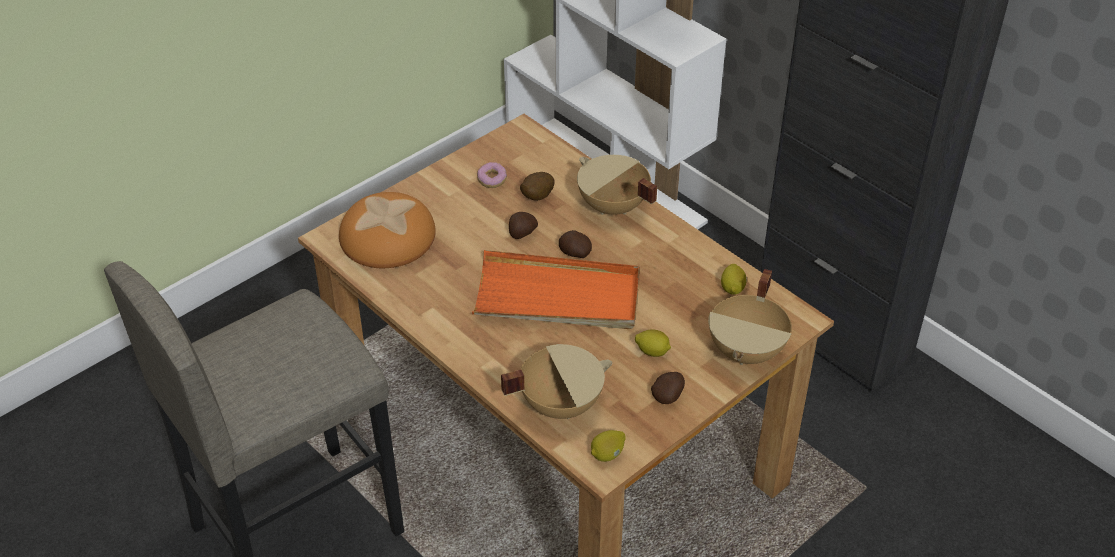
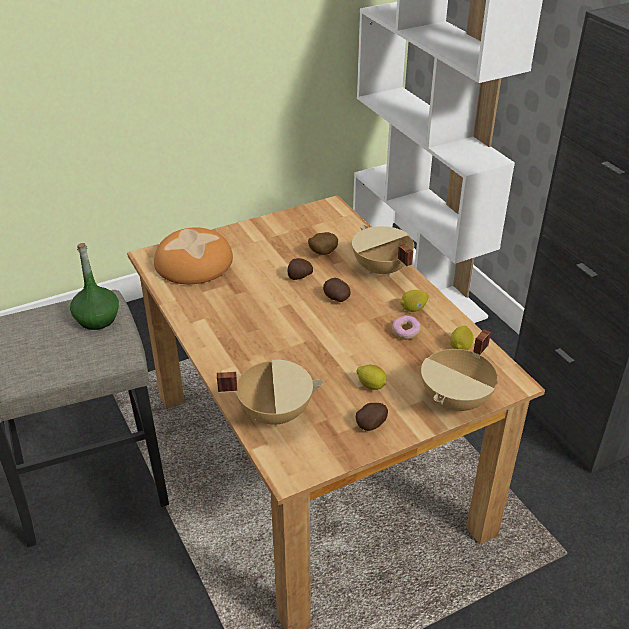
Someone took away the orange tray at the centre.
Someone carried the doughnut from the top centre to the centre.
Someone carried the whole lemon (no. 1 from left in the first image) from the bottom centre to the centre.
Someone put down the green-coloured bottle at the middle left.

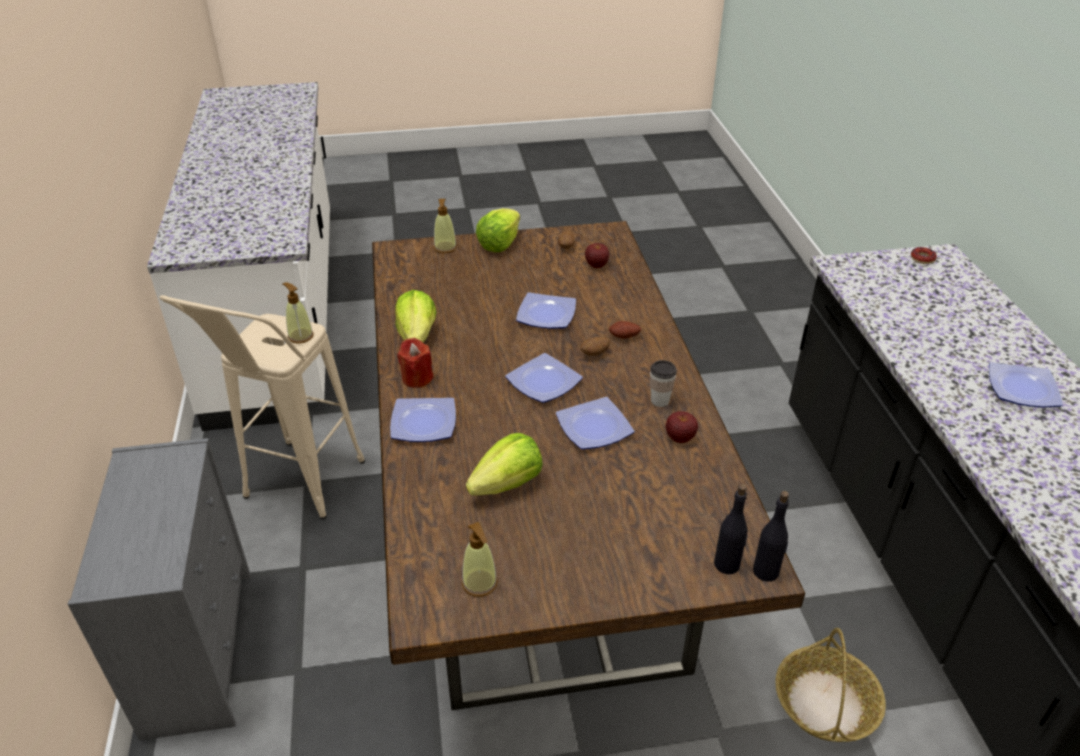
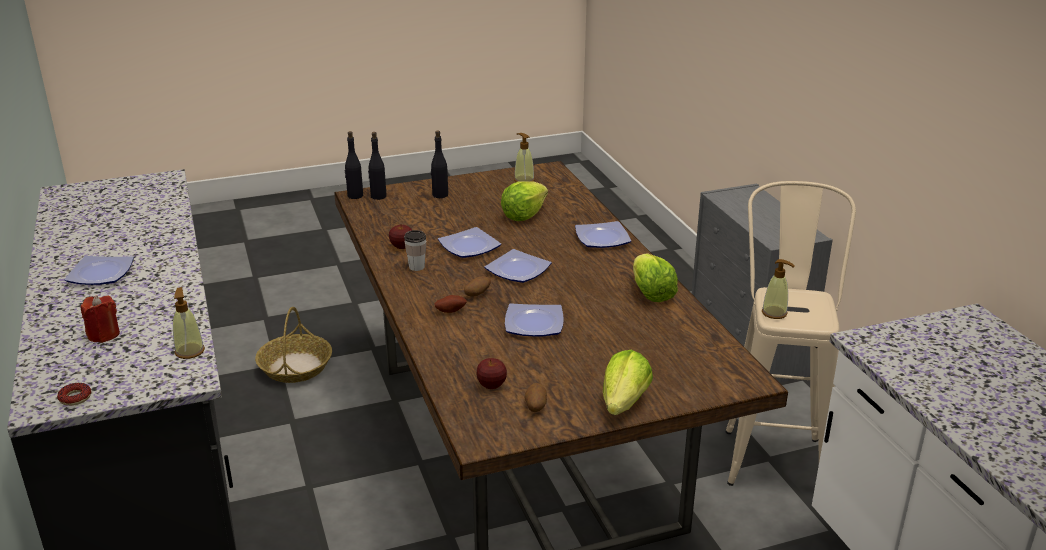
Someone carried the red-coloured candle from the centre to the middle left.
Someone carried the liquid soap bottle (no. 2 from left in the first image) from the top centre to the middle left.
Someone put down the black-coloured bottle (no. 3 from left) at the top centre.

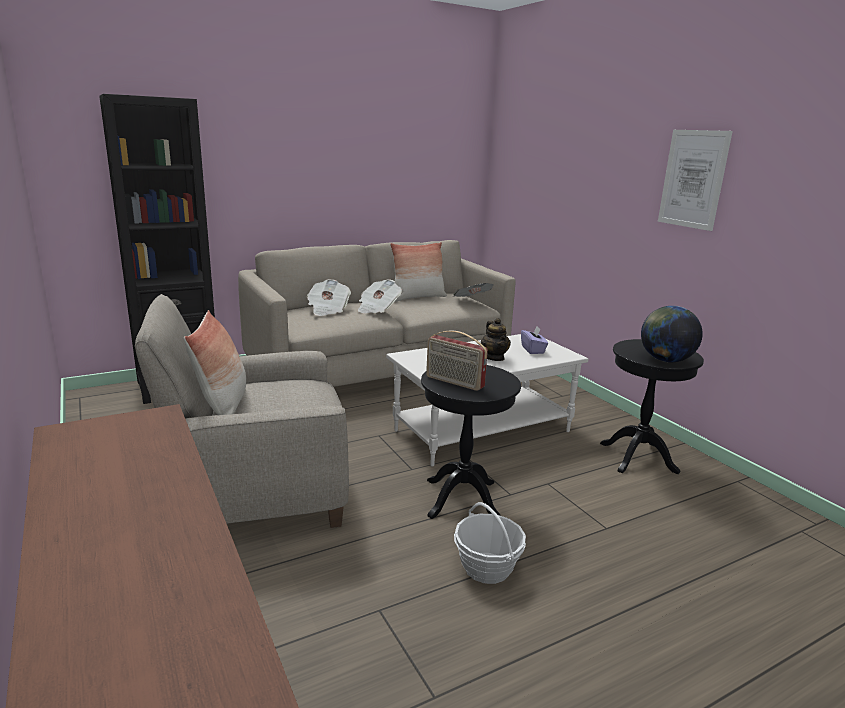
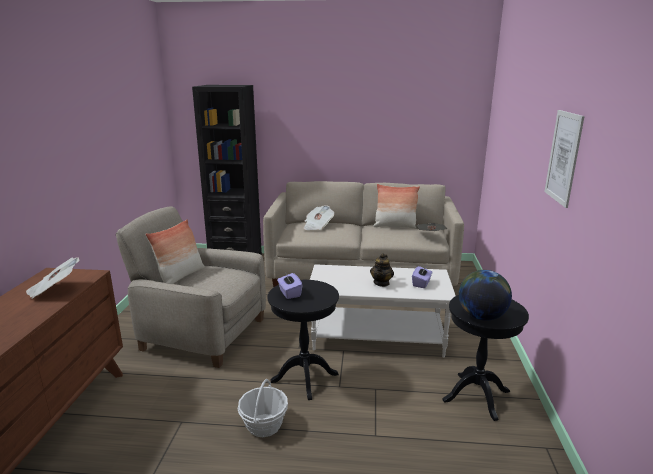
Someone carried the printed paper (no. 2 from left in the first image) from the centre to the middle left.
Someone swapped the radio receiver at the centre for the purple tissue holder (no. 1 from left) at the centre.

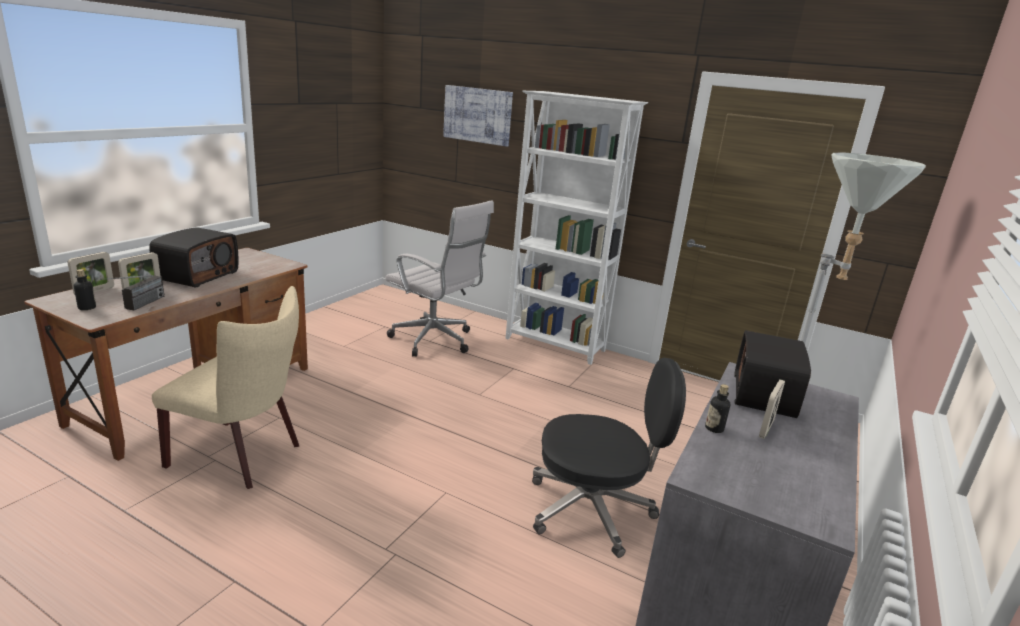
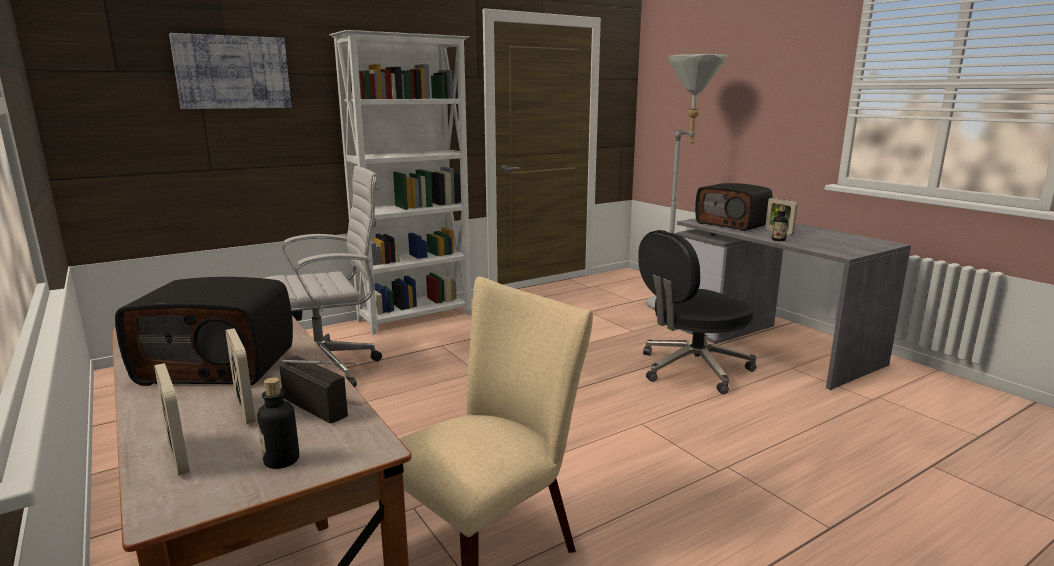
Someone rotated the radio receiver (no. 2 from left in the first image) at the middle left by 135 degrees clockwise.
Someone rotated the black-coloured desk chair at the bottom centre by 150 degrees counterclockwise.

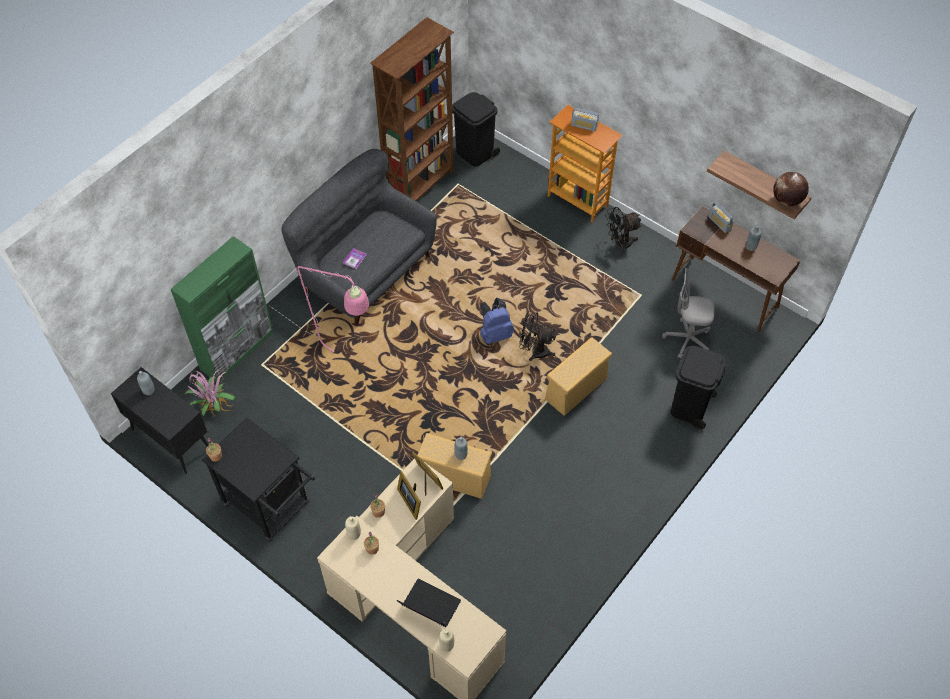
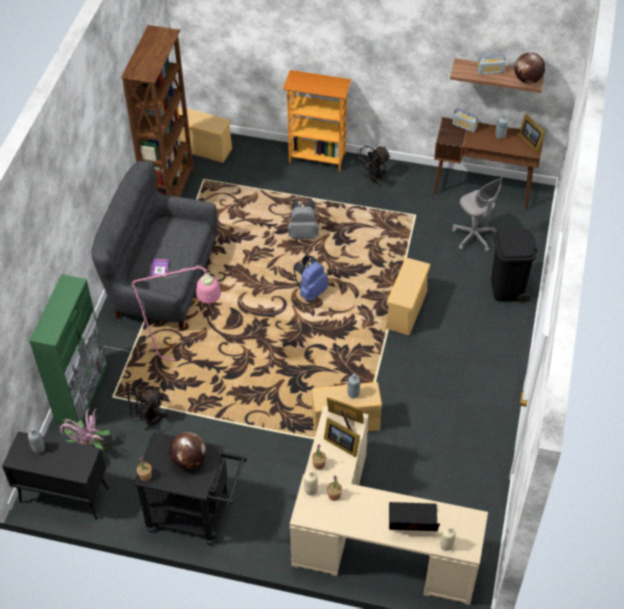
Someone swapped the black-coloured trash can (no. 1 from left) at the top centre for the beige storage bin (no. 1 from left) at the top left.
Someone carried the black-coloured cooling fan (no. 1 from left) from the centre to the middle left.
Someone carried the radio receiver (no. 1 from left in the first image) from the top centre to the top right.
Someone rotated the greyish desk chair at the middle right by 105 degrees counterclockwise.
Someone put down the world globe (no. 1 from left) at the bottom left.
Someone put down the greyish backpack at the centre.
Someone put down the picture frame (no. 3 from left) at the top right.

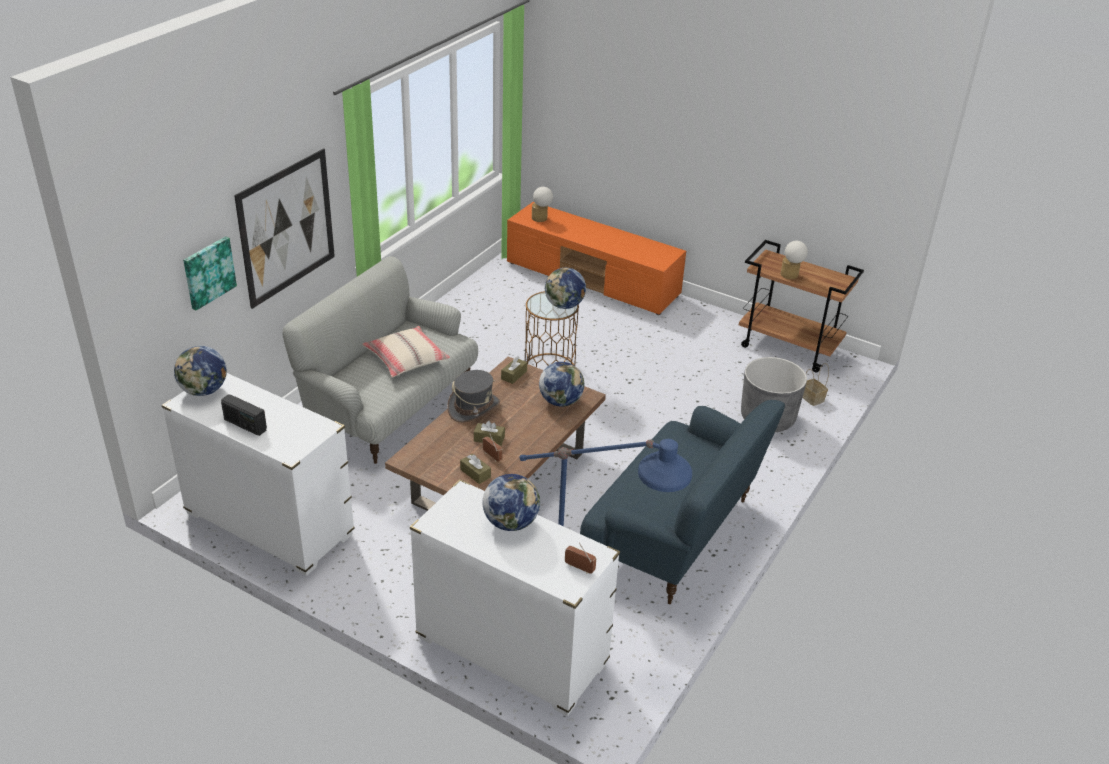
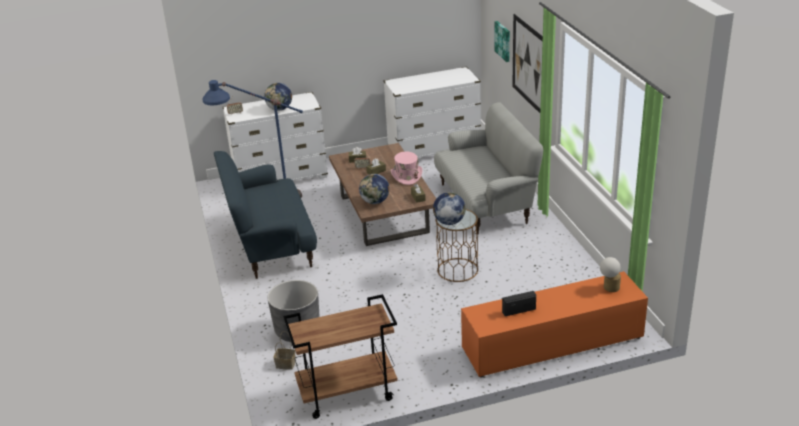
Someone took away the world globe (no. 1 from left) at the middle left.
Someone carried the radio receiver (no. 1 from left in the first image) from the middle left to the bottom centre.
Someone took away the beige pillow at the centre.
Someone repainted the greyish clothing hat at the centre, which became the pinkish clothing hat at the centre.
Someone took away the table lamp (no. 2 from left) at the middle right.

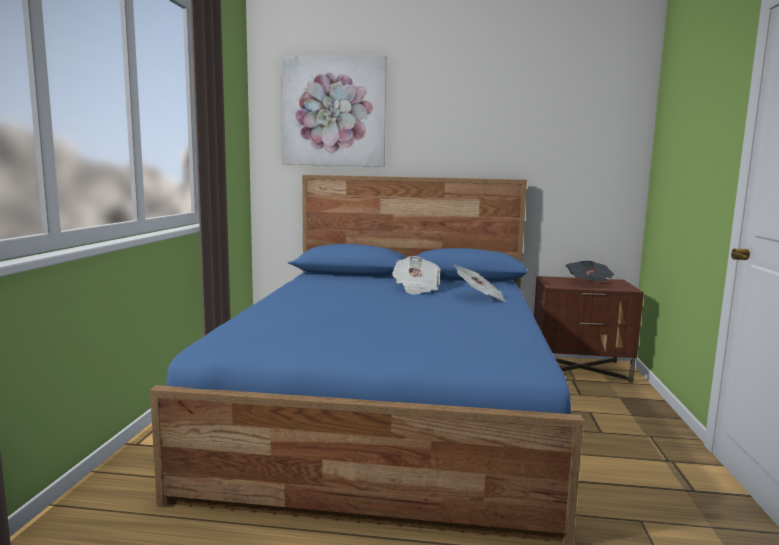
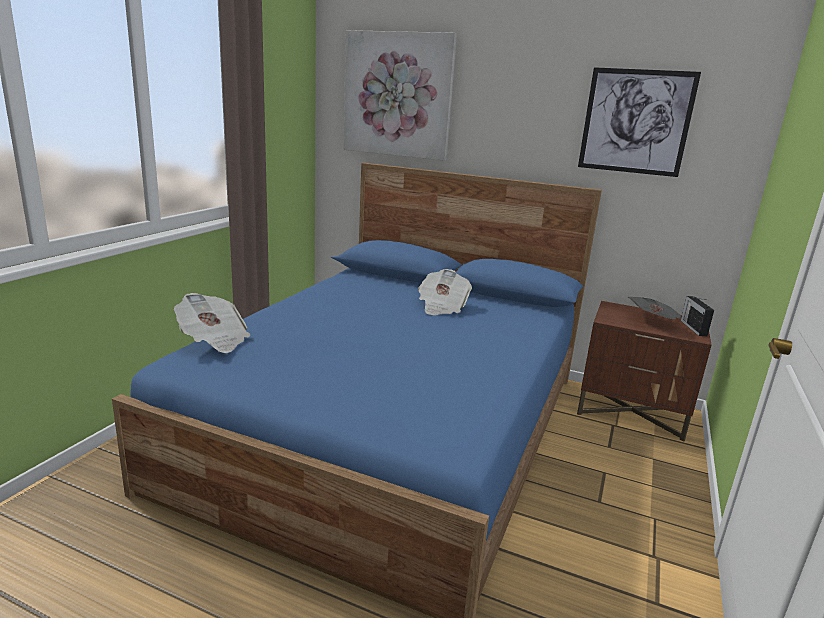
Someone carried the printed paper (no. 2 from left in the first image) from the centre to the middle left.
Someone put up the wall picture (no. 2 from left) at the top right.
Someone put down the radio receiver at the middle right.

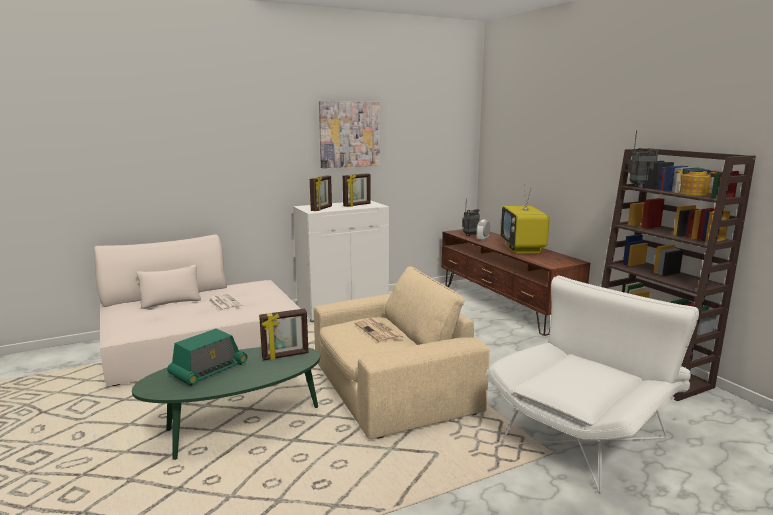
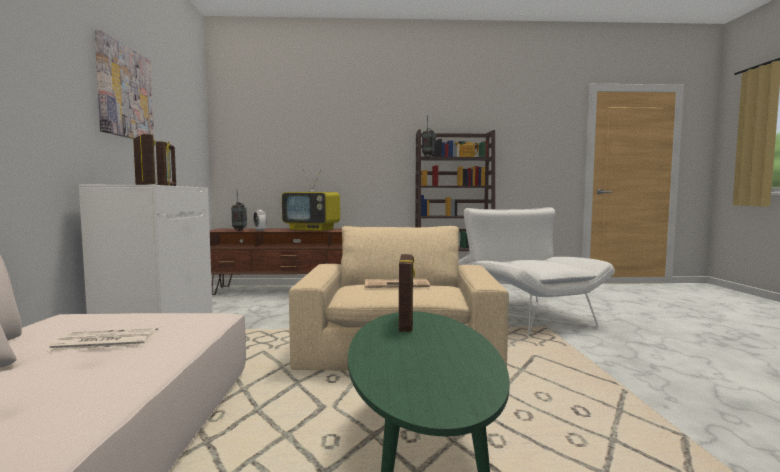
Someone took away the radio receiver (no. 1 from left) at the bottom left.

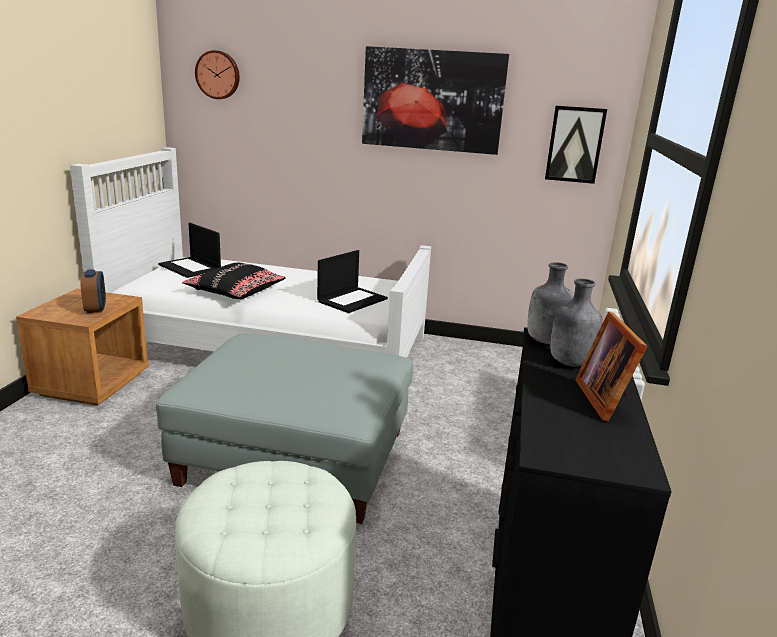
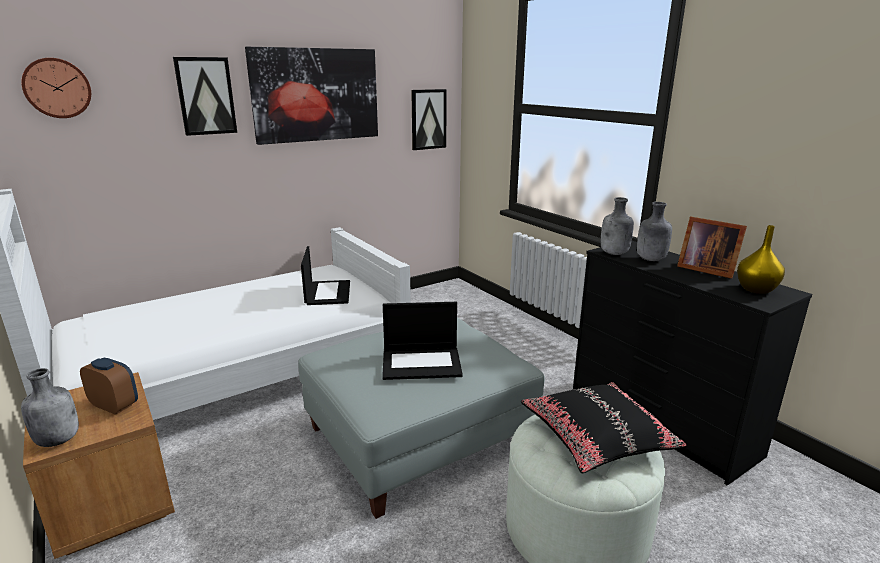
Someone carried the portable computer (no. 1 from left in the first image) from the middle left to the centre.
Someone carried the black-coloured pillow from the middle left to the bottom right.
Someone put down the greyish bottle (no. 1 from left) at the bottom left.
Someone put up the wall picture (no. 1 from left) at the top left.
Someone put down the yellow vase at the middle right.

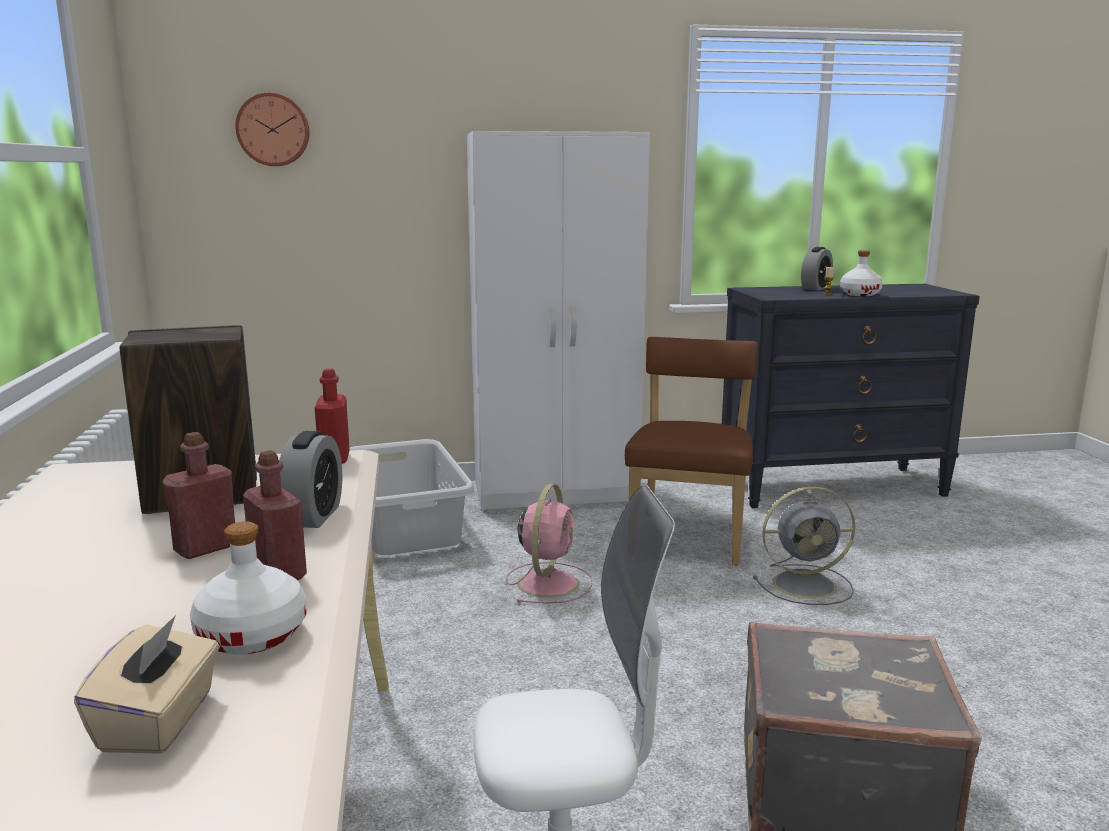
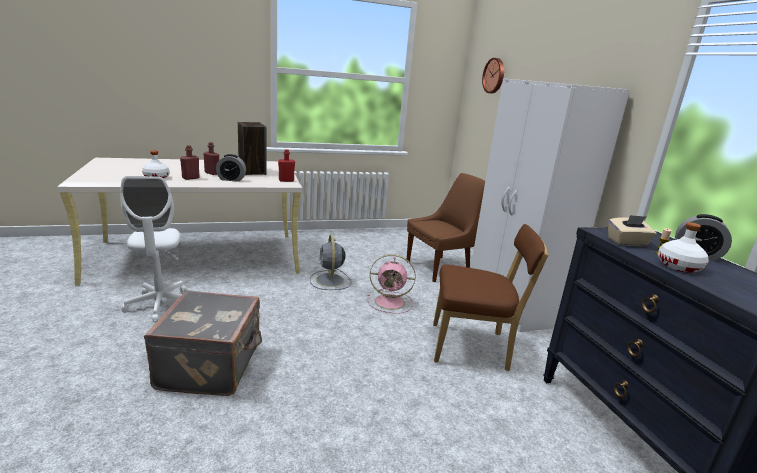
Someone carried the beige tissue holder from the bottom left to the middle right.
Someone swapped the greyish washing basket at the centre for the brown plain chair (no. 1 from left) at the centre.
Someone carried the greyish cooling fan from the middle right to the centre.

